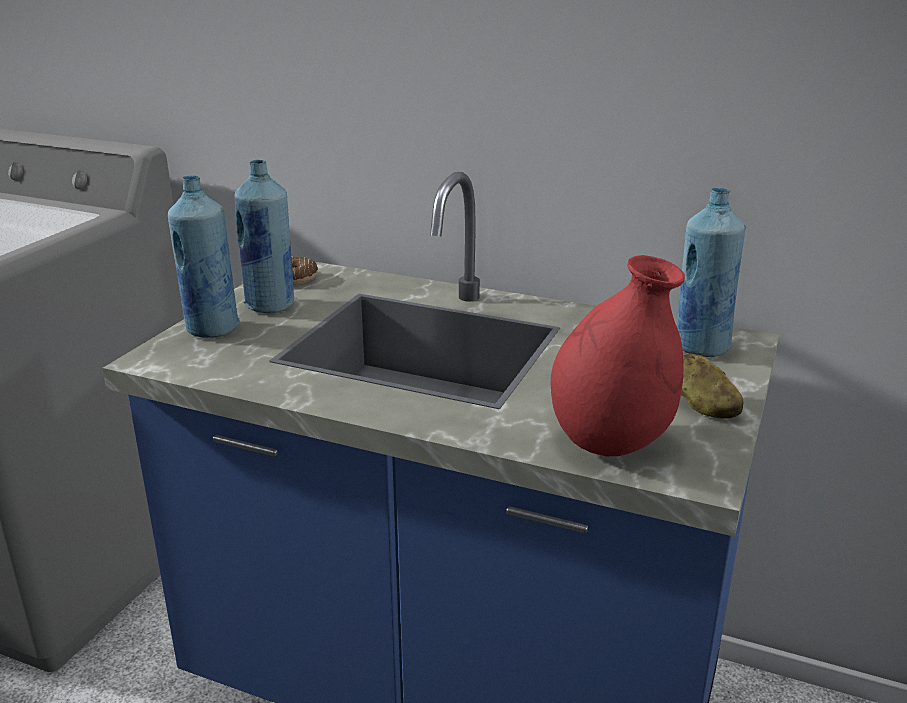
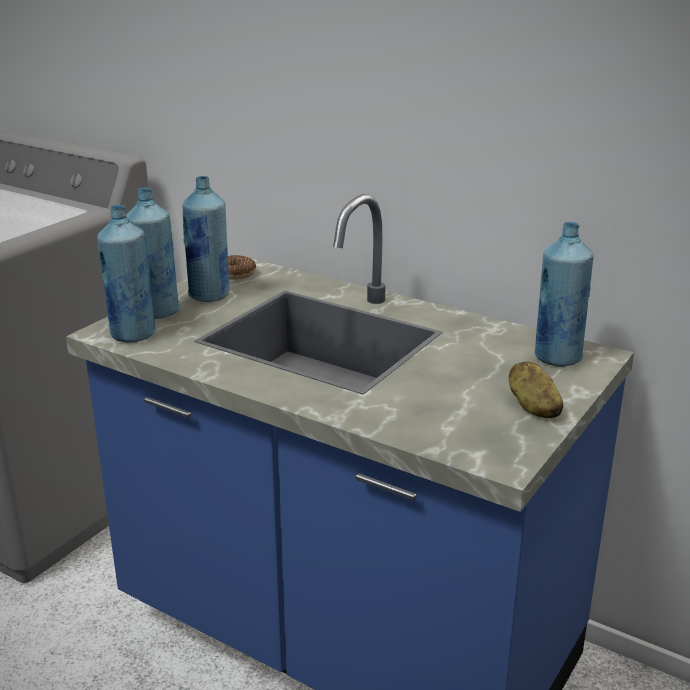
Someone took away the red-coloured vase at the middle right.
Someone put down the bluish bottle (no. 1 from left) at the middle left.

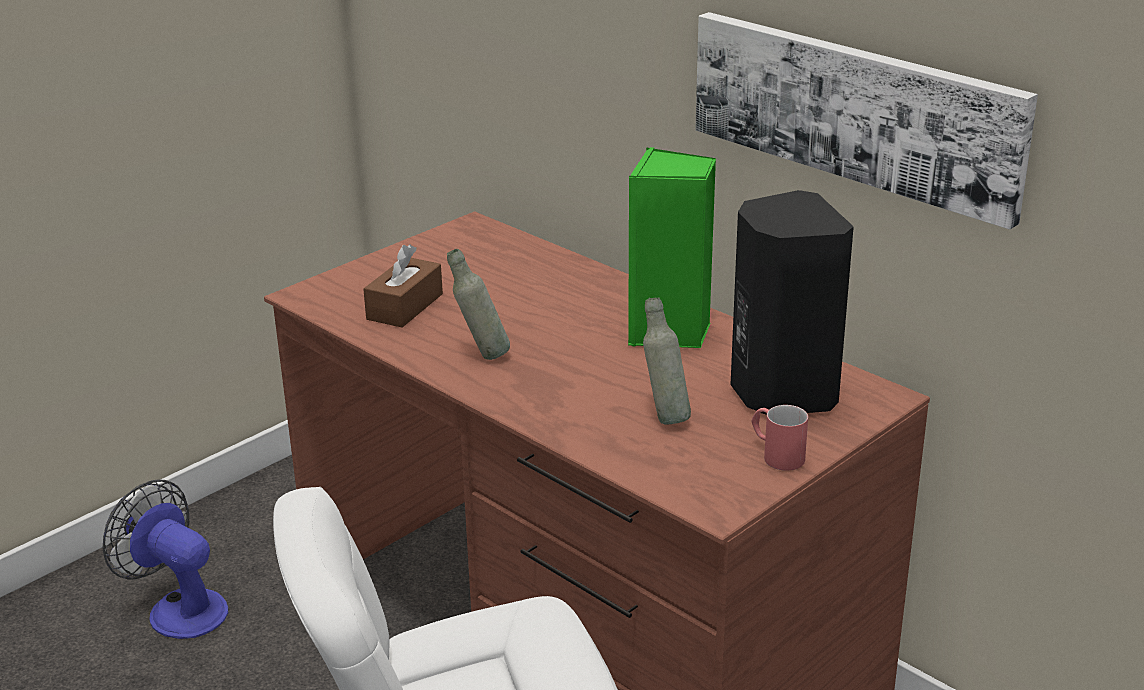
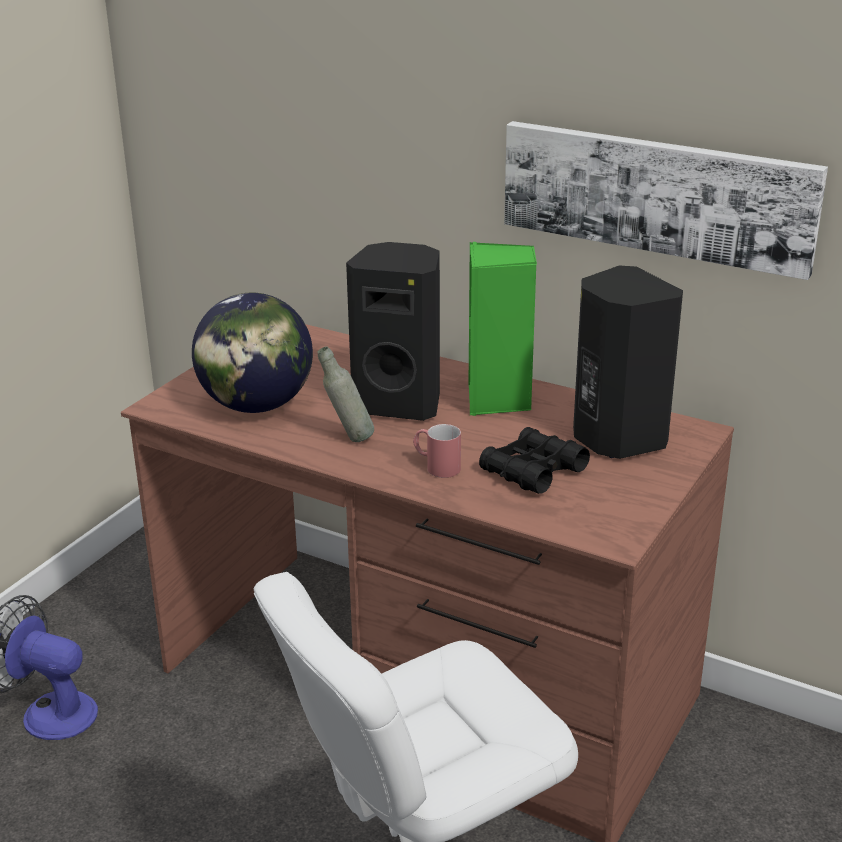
Someone swapped the brown tissue holder at the centre for the world globe at the middle left.
Someone swapped the greyish bottle (no. 2 from left) at the centre for the black-coloured pair of binoculars at the centre.
Someone carried the red-coloured coffee mug from the middle right to the centre.
Someone put down the black-coloured speaker (no. 1 from left) at the centre.

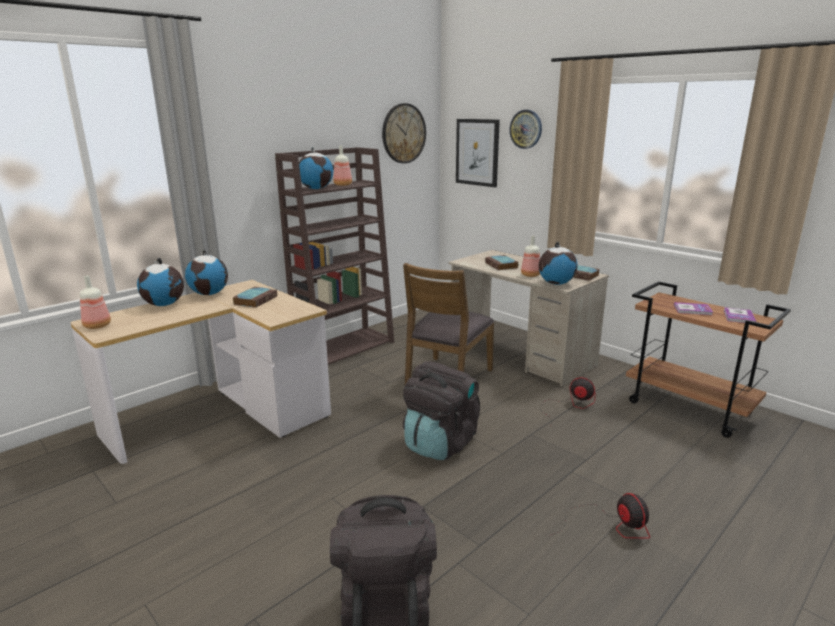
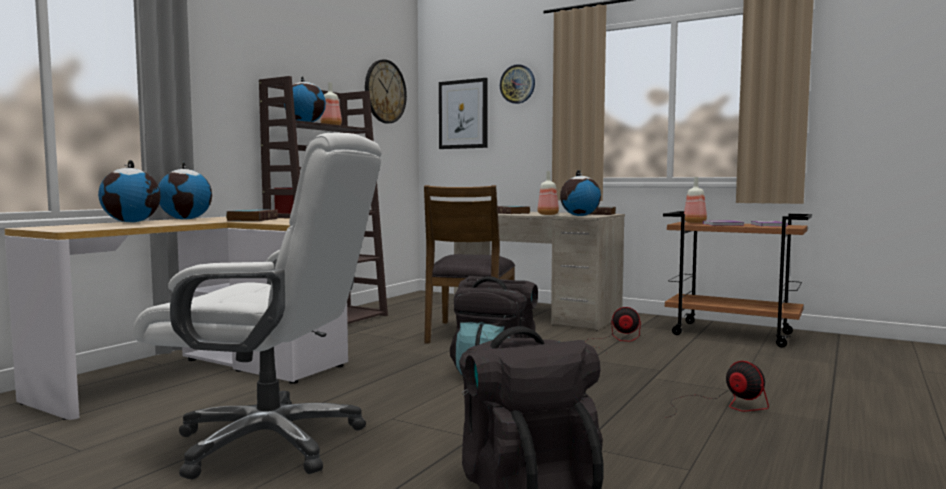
Someone carried the bottle (no. 1 from left in the first image) from the middle left to the middle right.
Someone put down the white-coloured desk chair at the middle left.

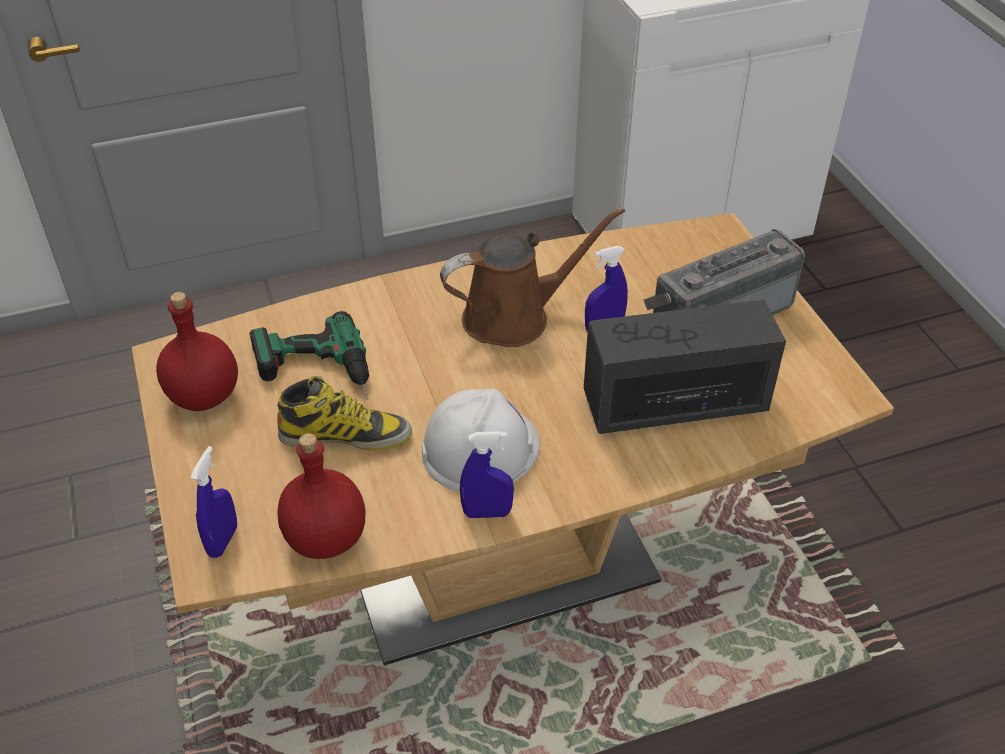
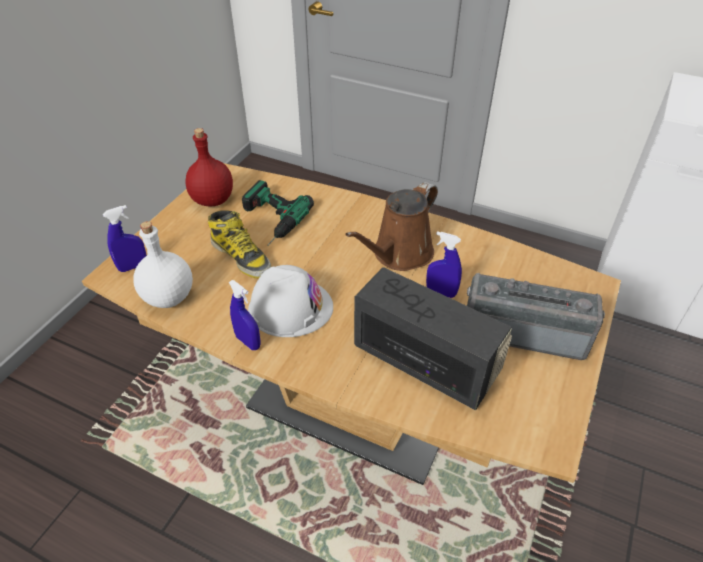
Someone repainted the red-coloured bottle (no. 2 from left) at the middle left, which became the white-coloured bottle at the middle left.
Someone rotated the brown watering pot at the centre by 105 degrees clockwise.

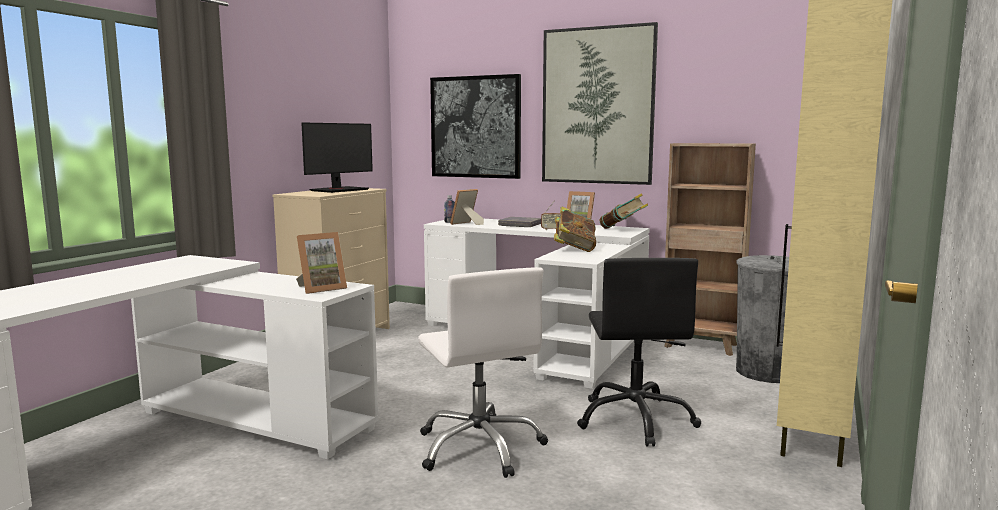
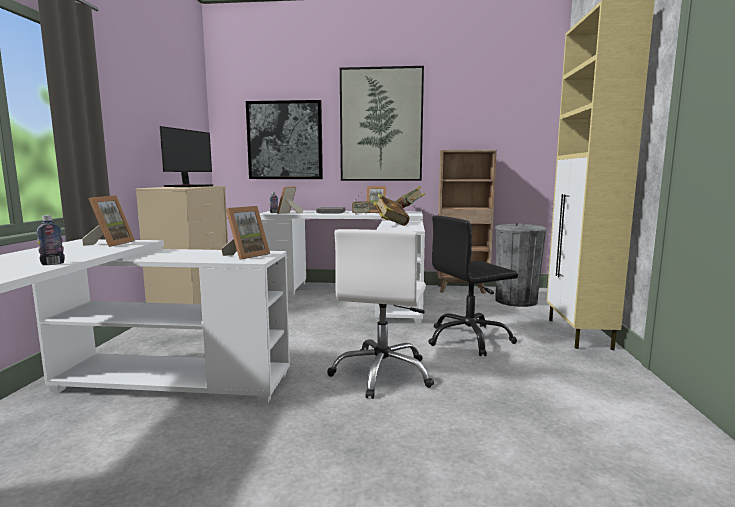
Someone rotated the white-coloured desk chair at the bottom centre by 60 degrees clockwise.
Someone rotated the black-coloured desk chair at the bottom centre by 90 degrees clockwise.
Someone put down the bottle (no. 1 from left) at the middle left.
Someone put down the picture frame (no. 1 from left) at the middle left.

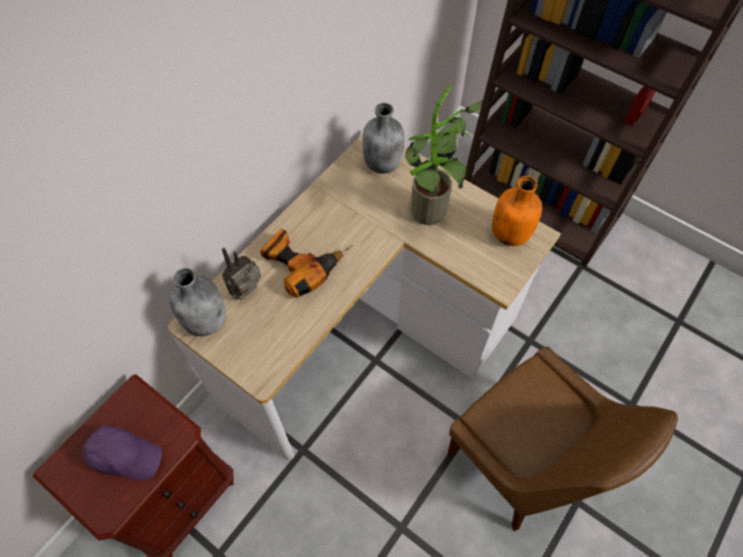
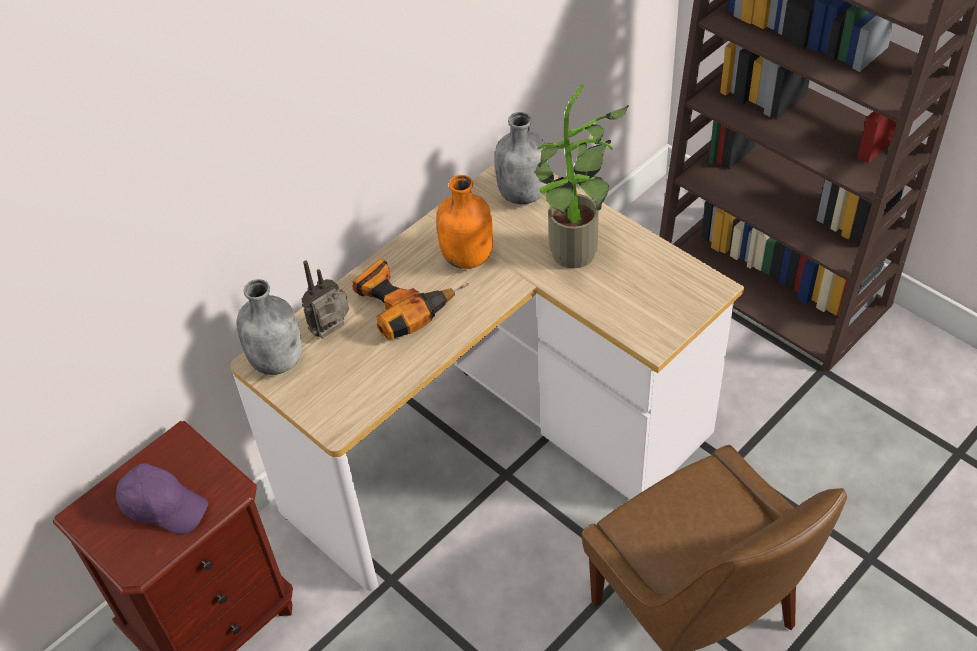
Someone carried the orange bottle from the middle right to the centre.

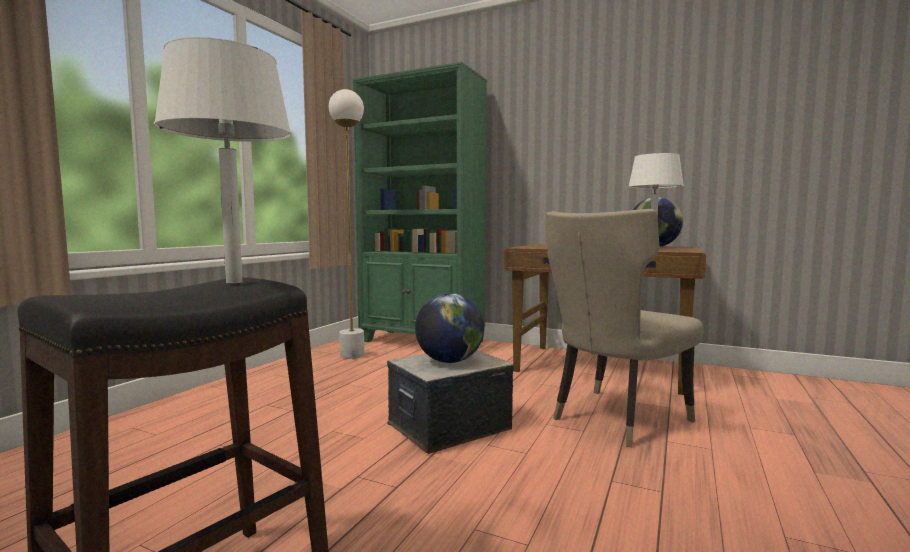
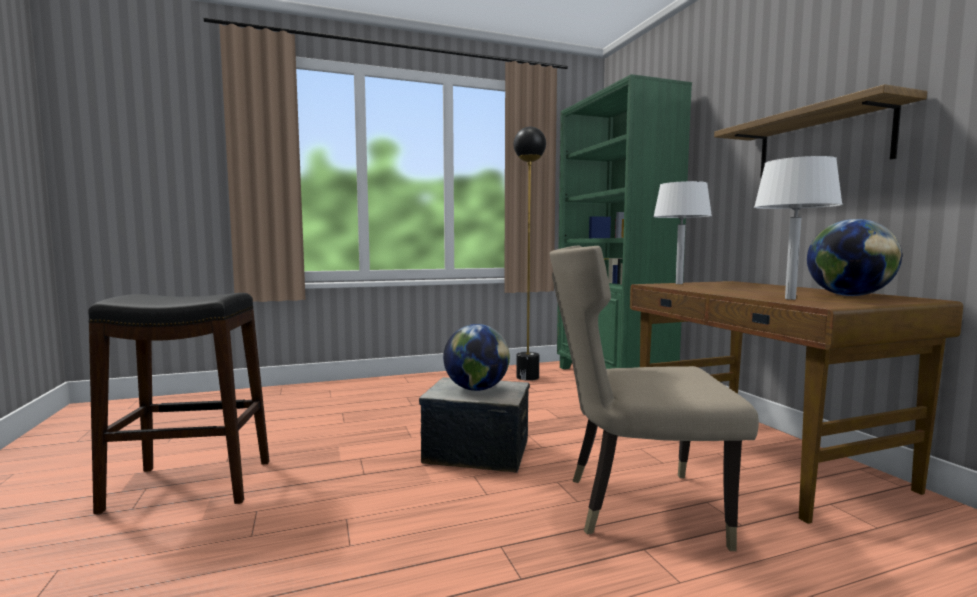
Someone carried the white-coloured table lamp (no. 1 from left) from the top left to the middle right.
Someone repainted the white-coloured floor lamp at the centre, which became the black-coloured floor lamp at the centre.
Someone put up the shelf at the top right.

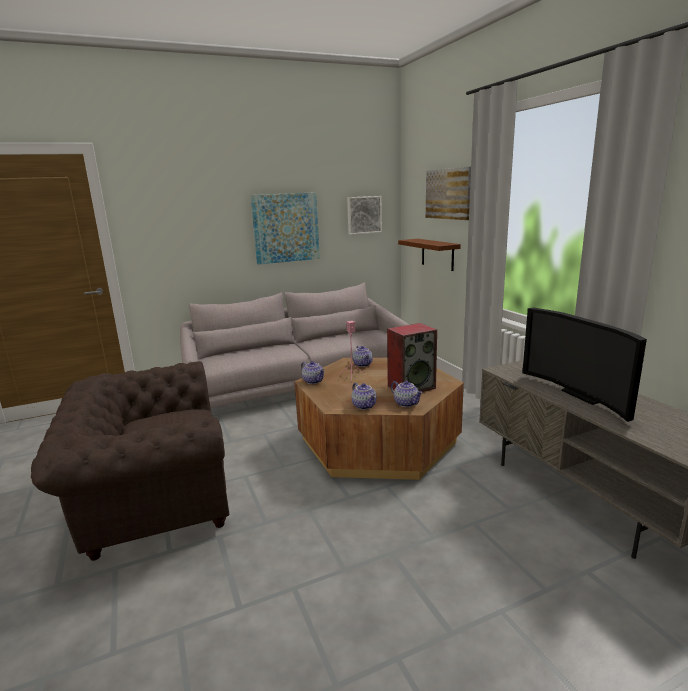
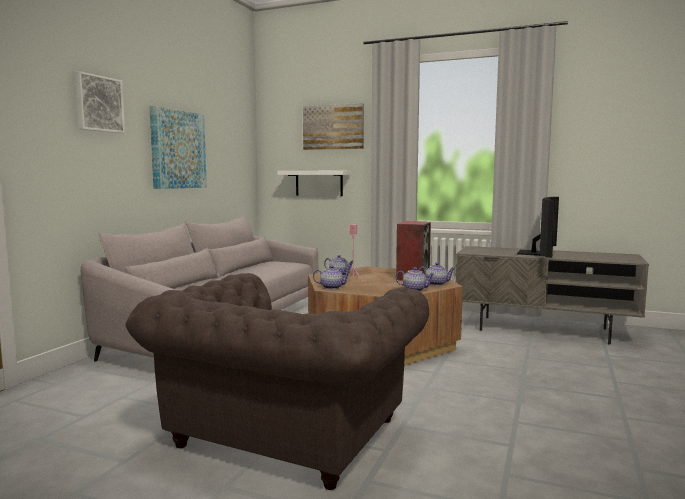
Someone carried the wall picture (no. 2 from left in the first image) from the top centre to the top left.
Someone repainted the brown shelf at the centre, which became the white-coloured shelf at the centre.
Someone rotated the TV at the middle right by 90 degrees counterclockwise.

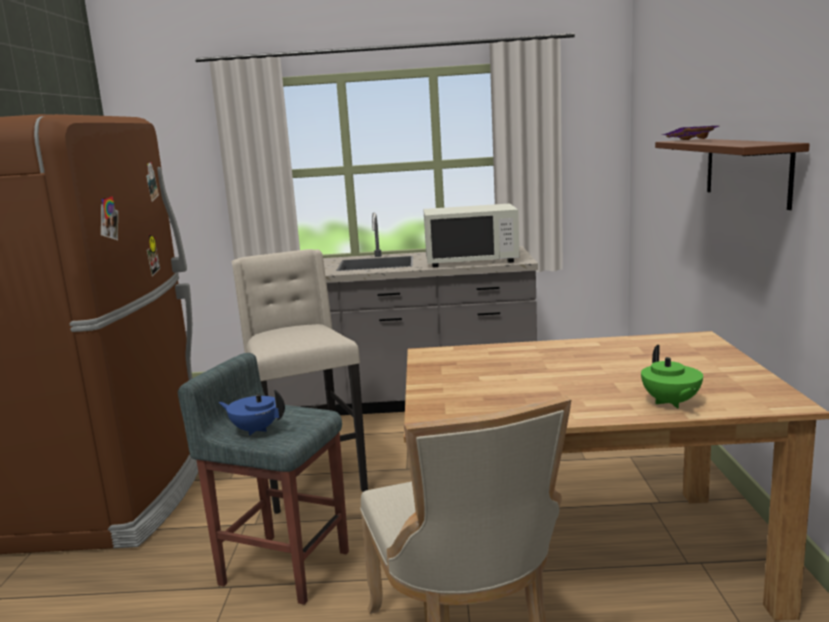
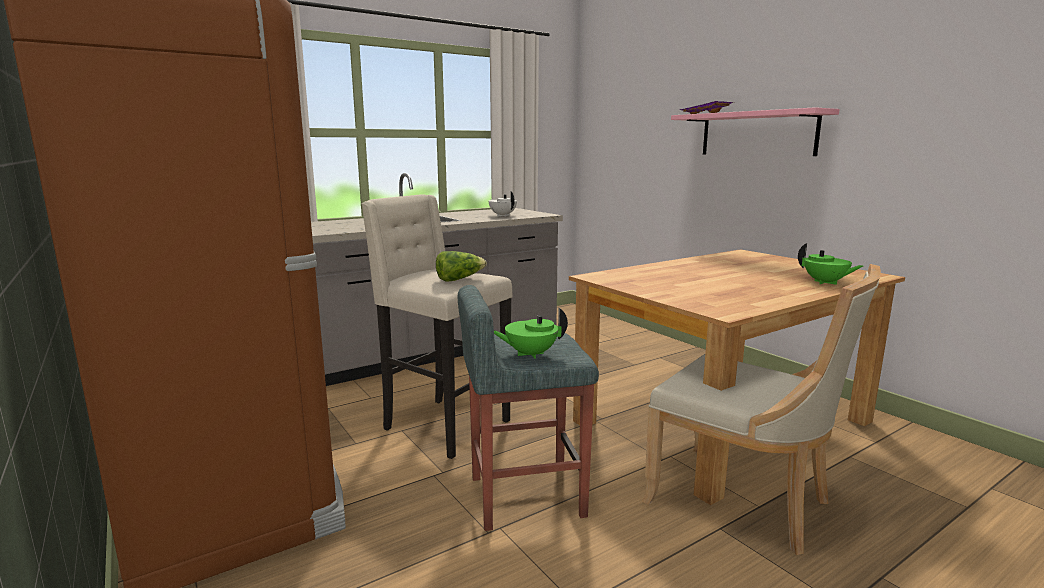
Someone repainted the bluish pot for tea at the middle left, which became the green-coloured pot for tea (no. 1 from left) at the centre.
Someone swapped the white-coloured microwave at the centre for the white-coloured pot for tea at the centre.
Someone repainted the brown shelf at the top right, which became the pinkish shelf at the top right.
Someone put down the head of lettuce at the centre.

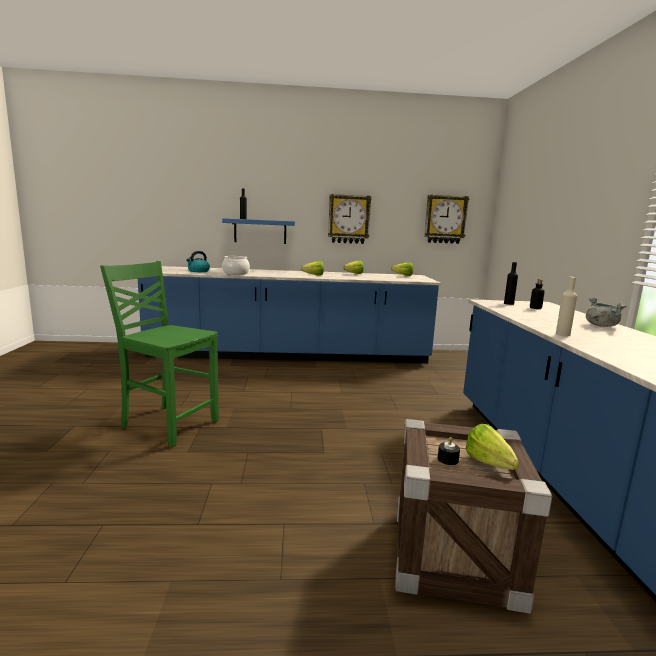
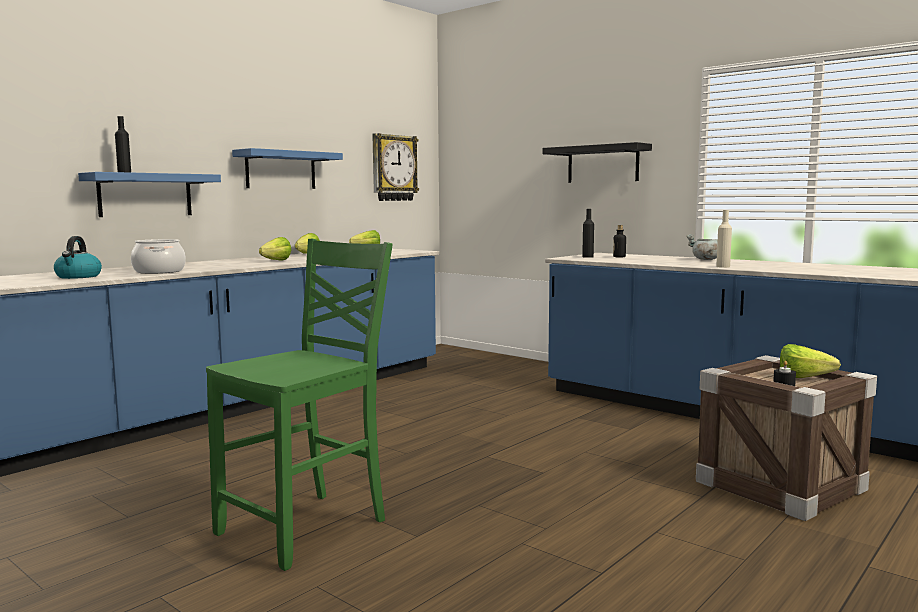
Someone rotated the green-coloured plain chair at the middle left by 150 degrees clockwise.
Someone swapped the clock on the wall (no. 1 from left) at the centre for the bluish shelf (no. 2 from left) at the top left.
Someone put up the black-coloured shelf at the top centre.

